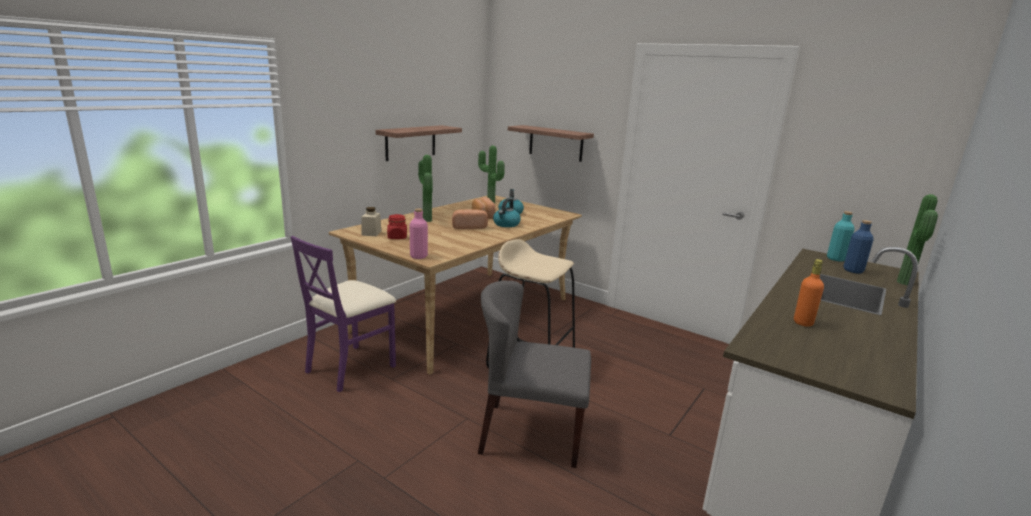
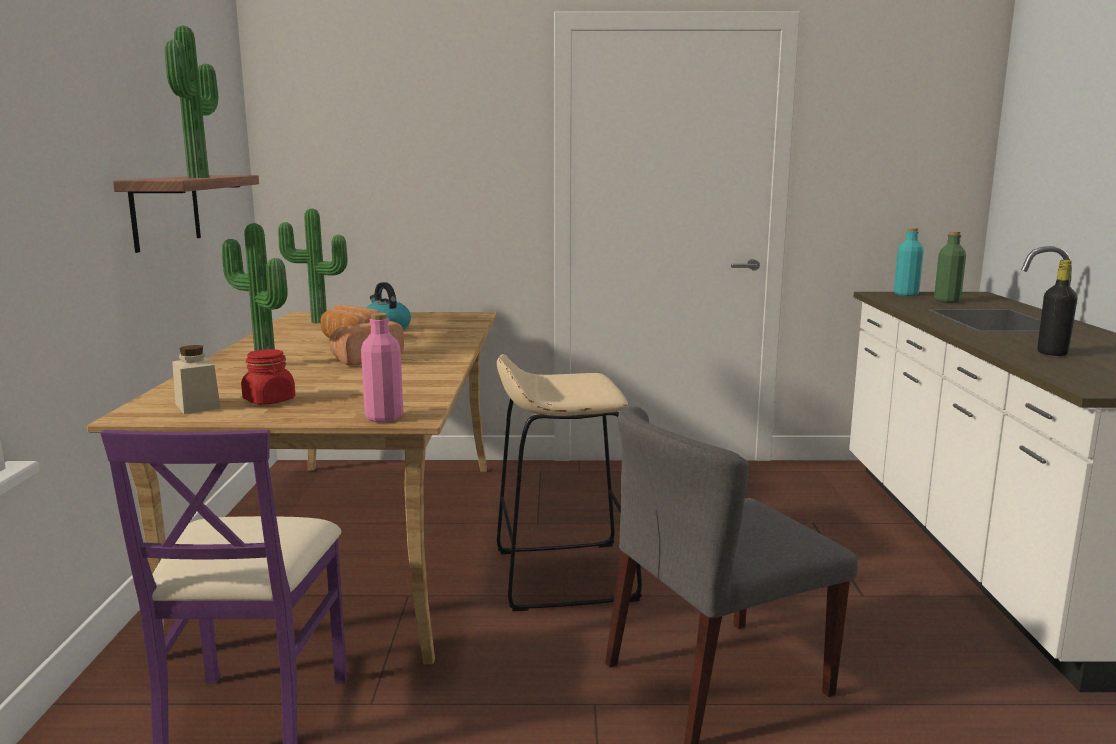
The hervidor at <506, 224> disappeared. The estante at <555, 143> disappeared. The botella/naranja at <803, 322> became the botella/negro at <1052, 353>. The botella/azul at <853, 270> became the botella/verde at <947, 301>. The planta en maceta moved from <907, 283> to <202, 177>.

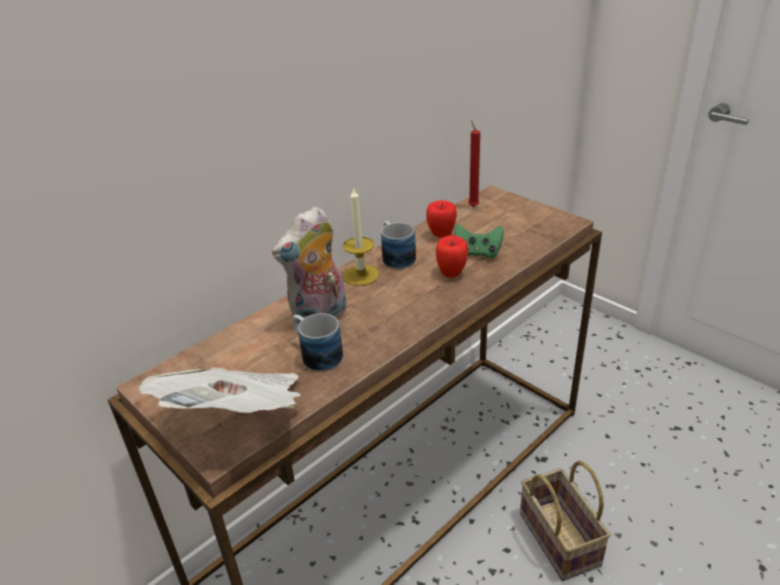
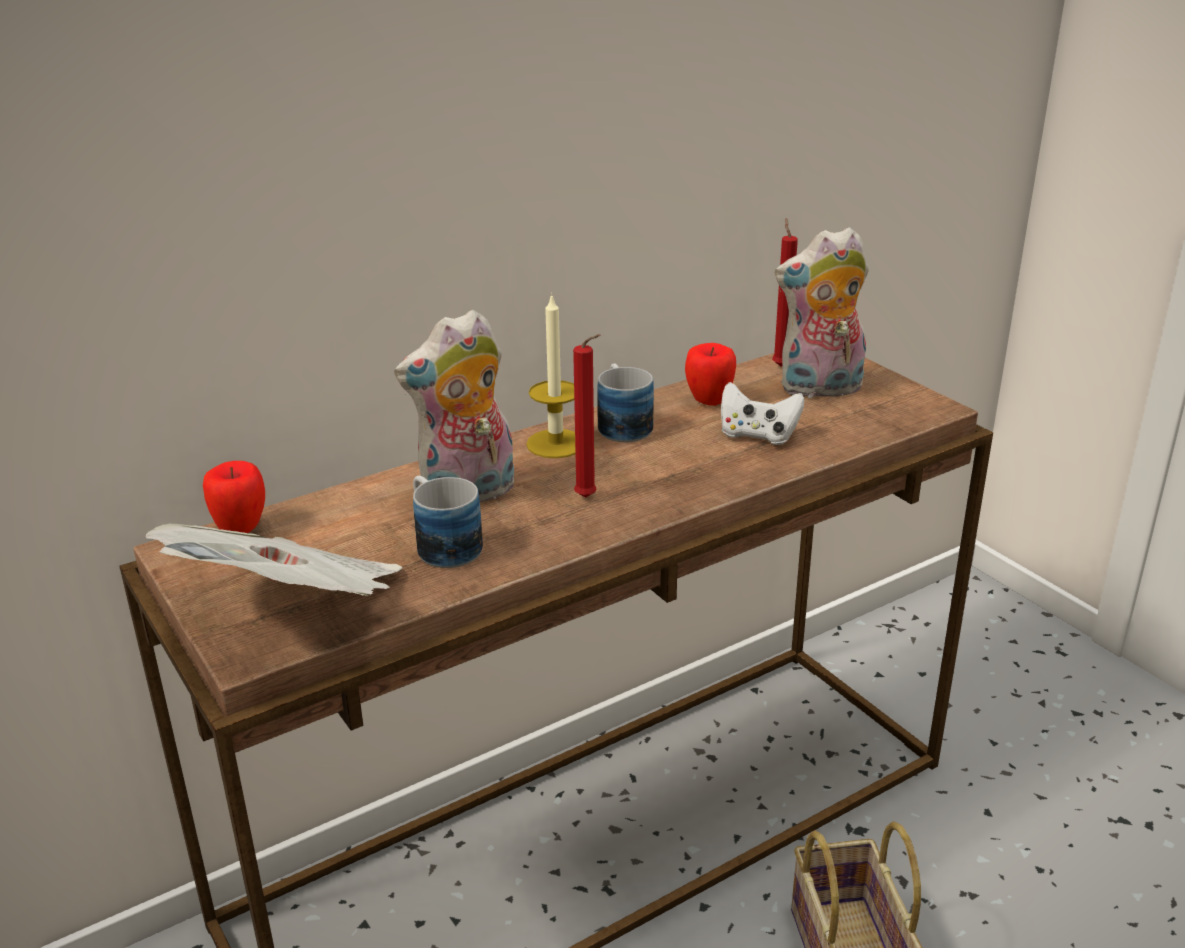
The manzana moved from <452, 273> to <241, 531>. The mando de consola/verde at <477, 253> became the mando de consola/blanco at <758, 435>. The vela/rojo at <588, 498> appeared. The peluche at <820, 389> appeared.

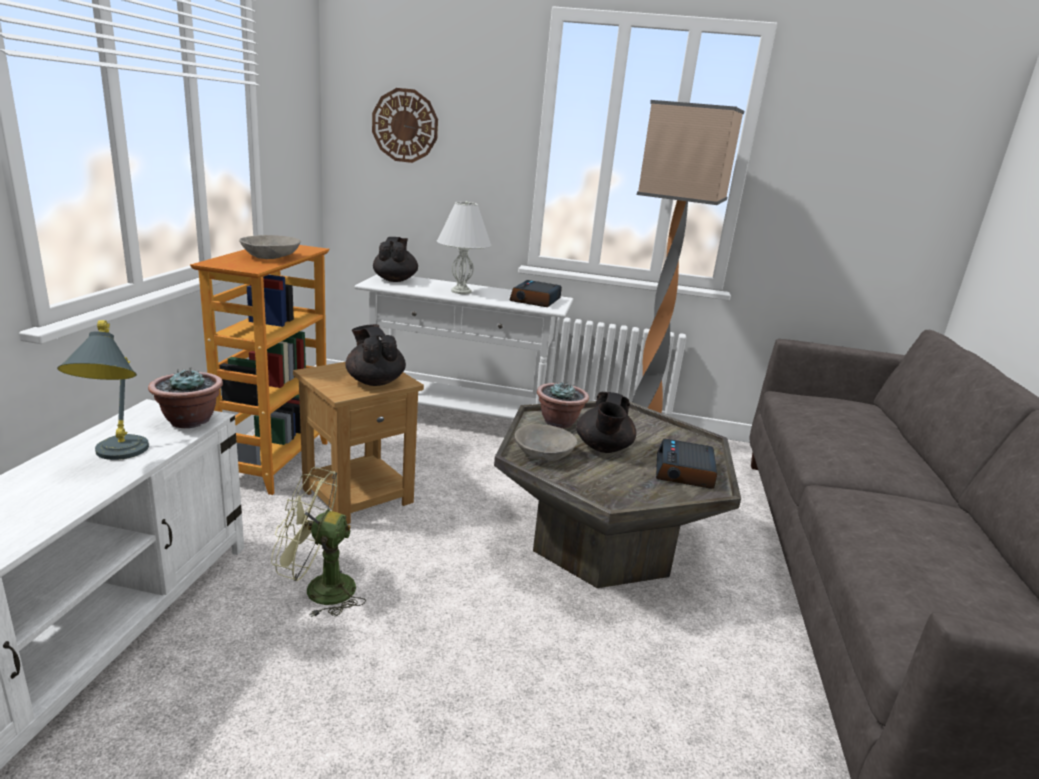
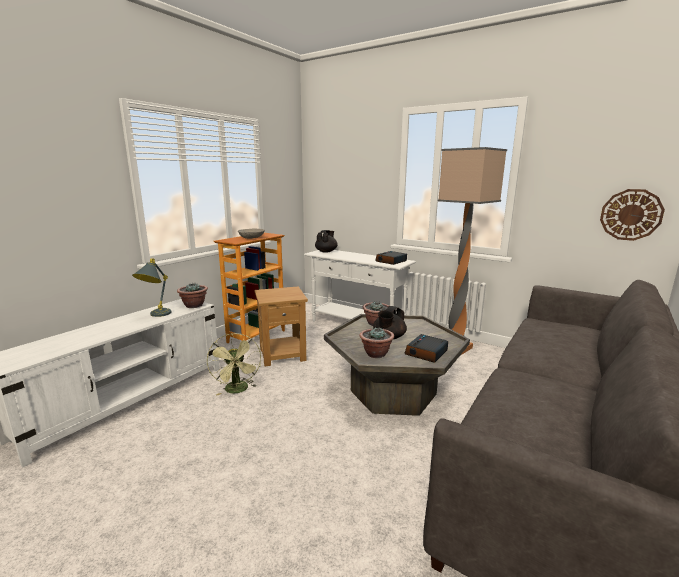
The ventilador/verde at <319, 590> turned 135 degrees counterclockwise. The tetera/negro at <375, 381> disappeared. The reloj de pared moved from <405, 125> to <631, 215>. The lámpara de mesa/blanco at <461, 291> disappeared. The cuenco/gris at <543, 454> disappeared. The planta en maceta at <376, 354> appeared.

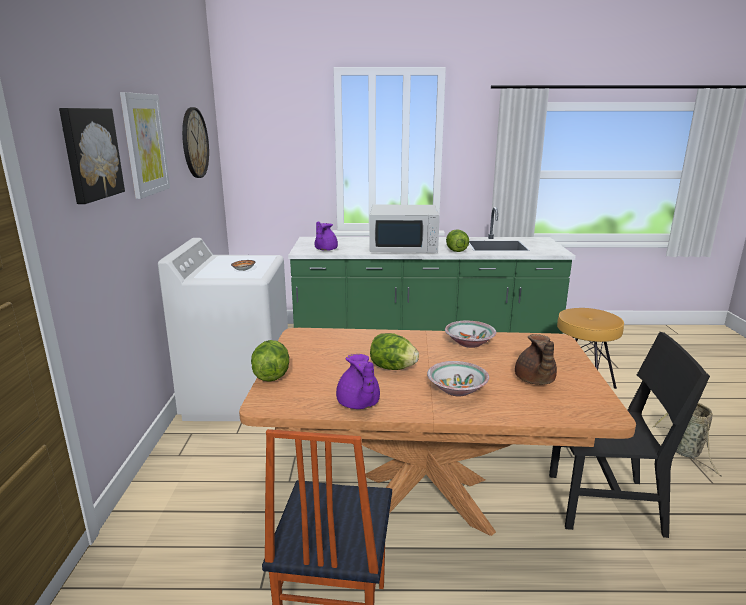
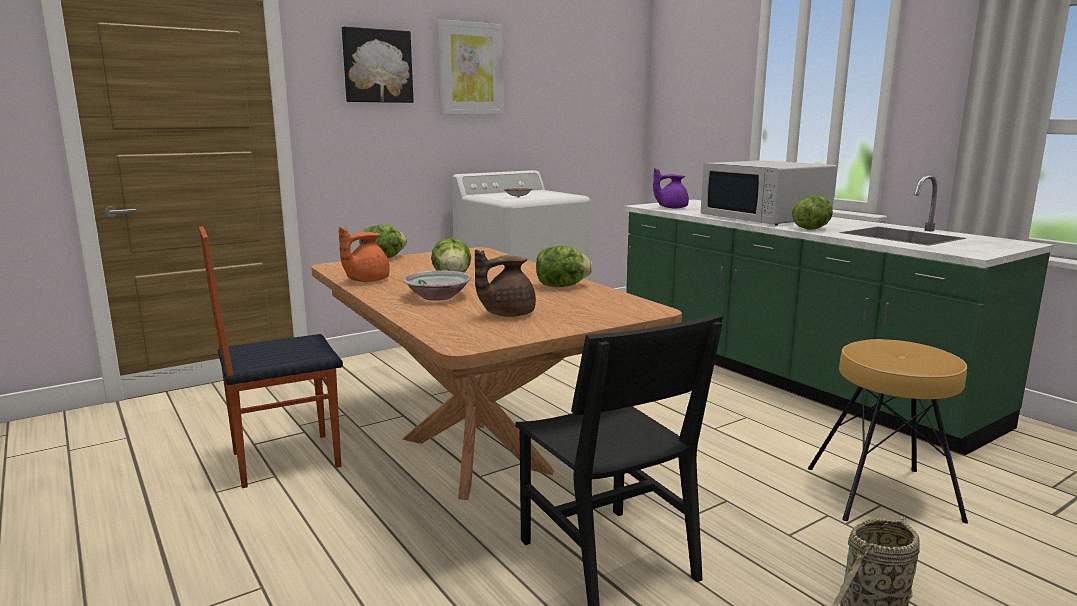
The reloj de pared at <194, 143> disappeared. The tetera/morado at <358, 404> became the tetera/naranja at <365, 280>. The cuenco at <469, 343> was replaced by the lechuga at <561, 286>.

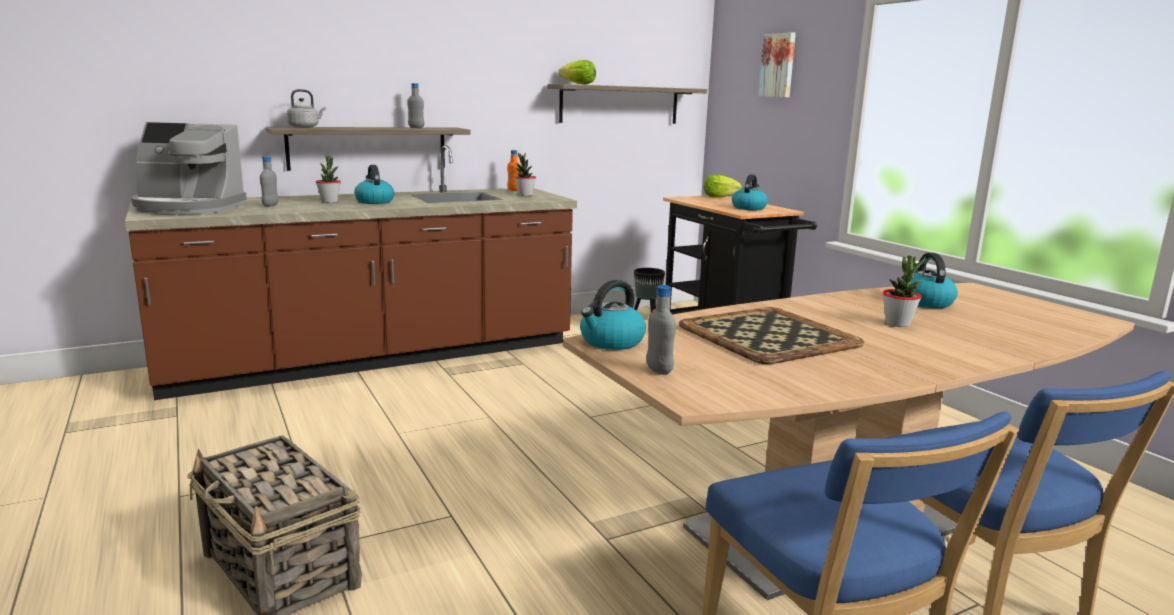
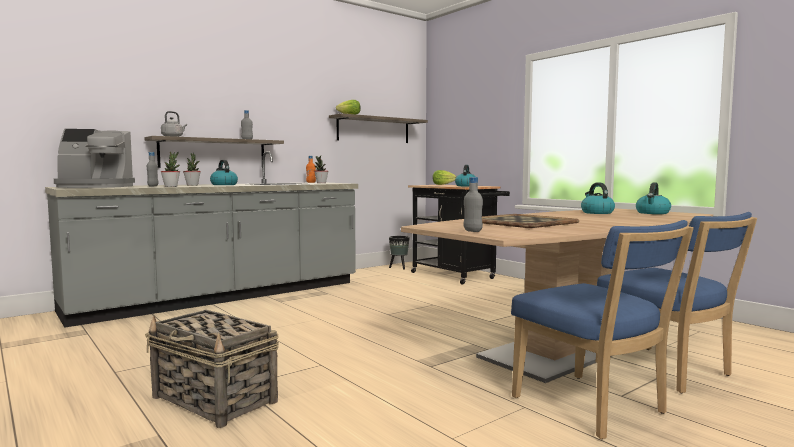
The mueble bajo de cocina/marrón at <375, 357> became the mueble bajo de cocina/gris at <221, 297>. The hervidor moved from <611, 342> to <653, 213>. The cuadro at <778, 65> disappeared. The planta en maceta moved from <897, 323> to <171, 186>.

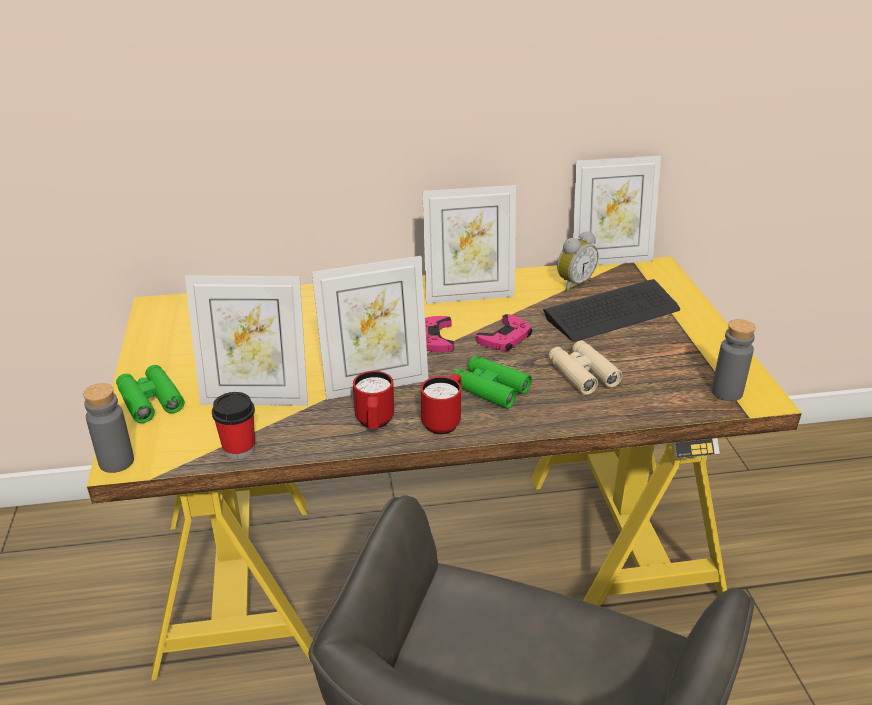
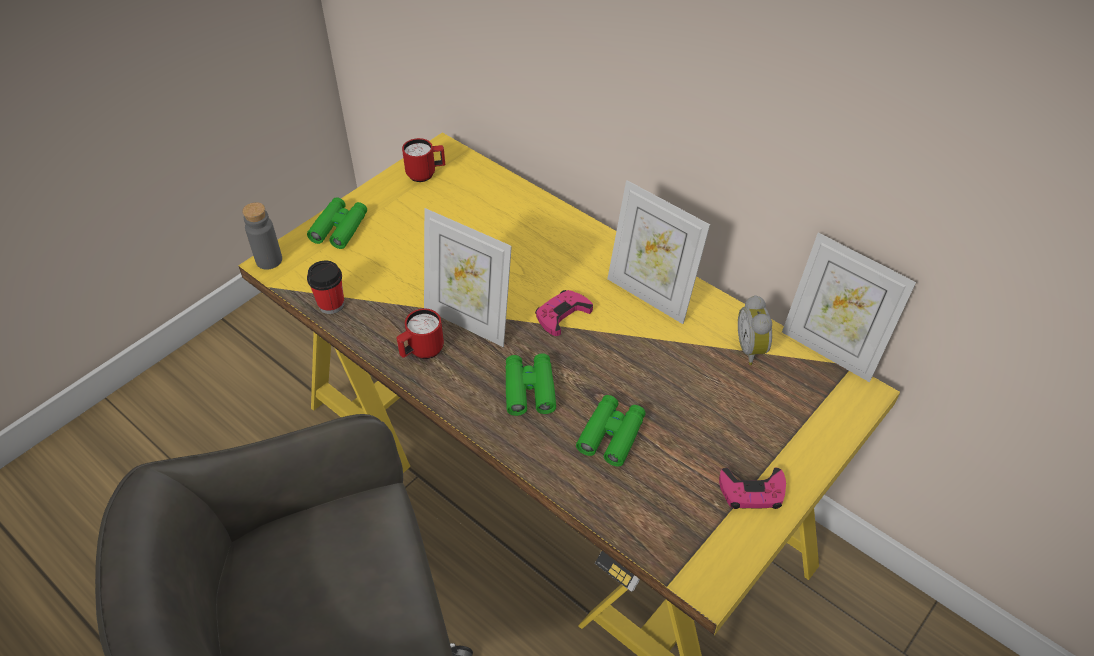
The portarretratos at <256, 398> disappeared. The taza grande/rojo moved from <444, 421> to <426, 174>. The mando de consola/rosa moved from <505, 338> to <752, 492>. The teclado at <612, 313> disappeared. The prismáticos/beis at <582, 374> became the prismáticos/verde at <611, 435>. The despertador at <573, 283> turned 75 degrees clockwise. The botella/gris at <727, 392> disappeared.

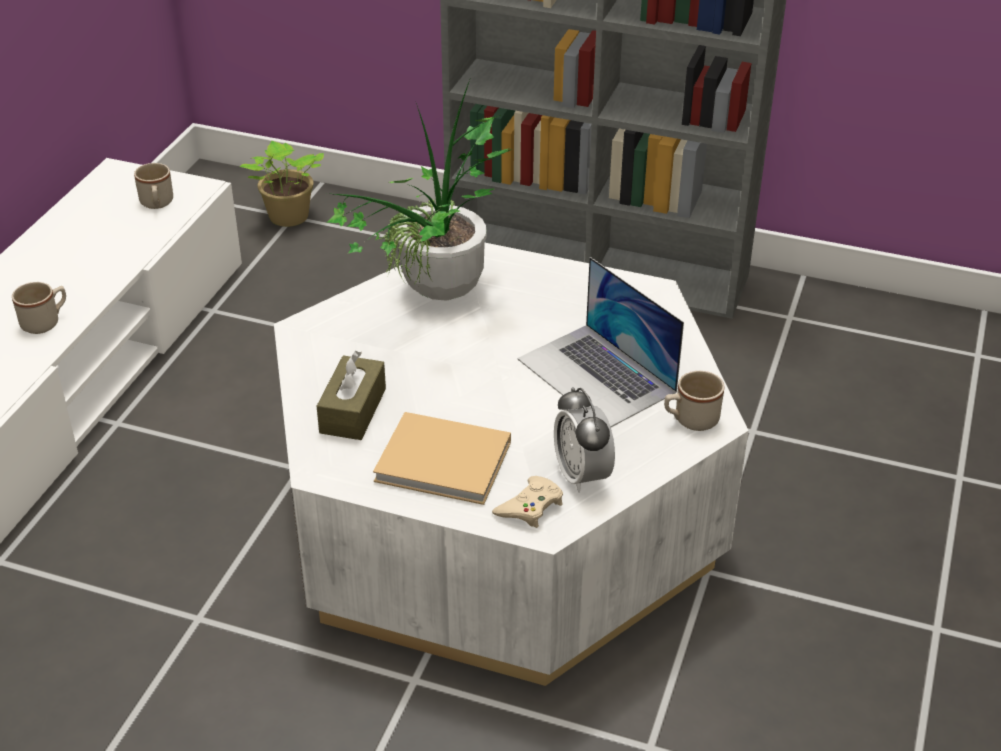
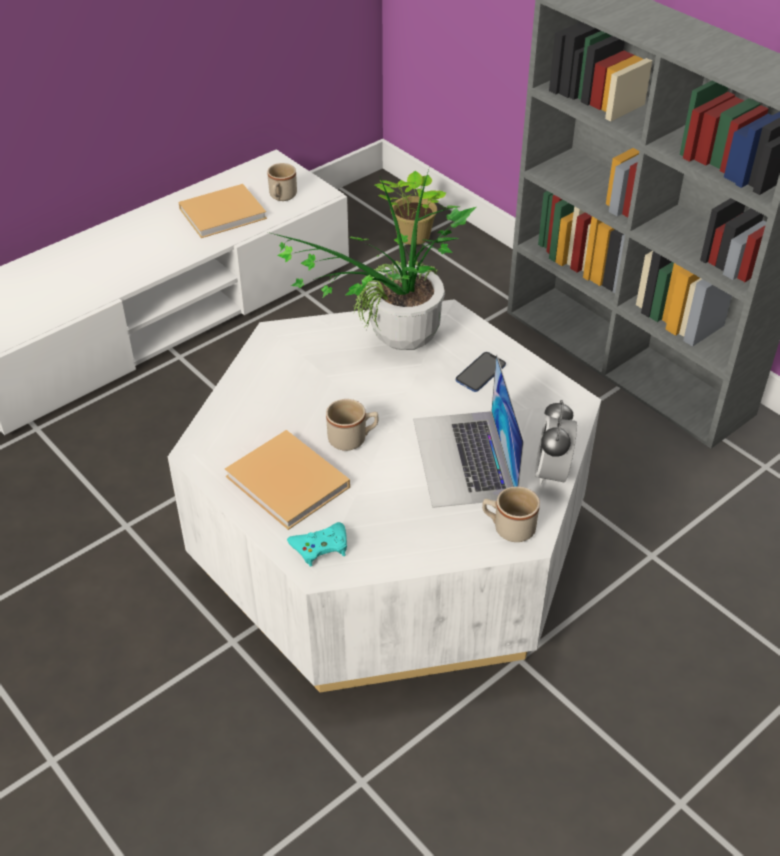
The taza grande/beis moved from <45, 322> to <353, 439>. The caja de pañuelos/marrón at <353, 411> disappeared. The mando de consola/beis at <530, 507> became the mando de consola/turquesa at <320, 547>. The despertador moved from <582, 475> to <552, 473>. The libro/beis at <225, 213> appeared. The móvil at <480, 373> appeared.

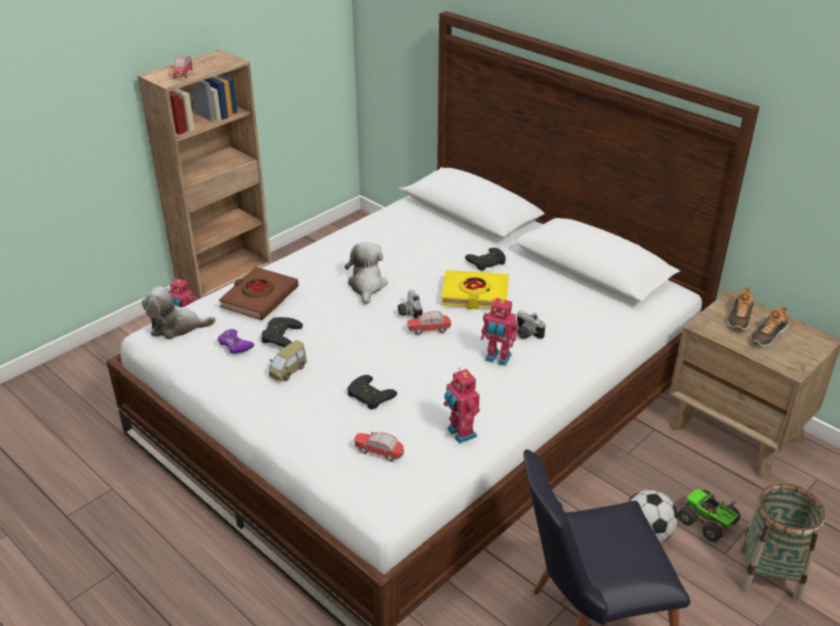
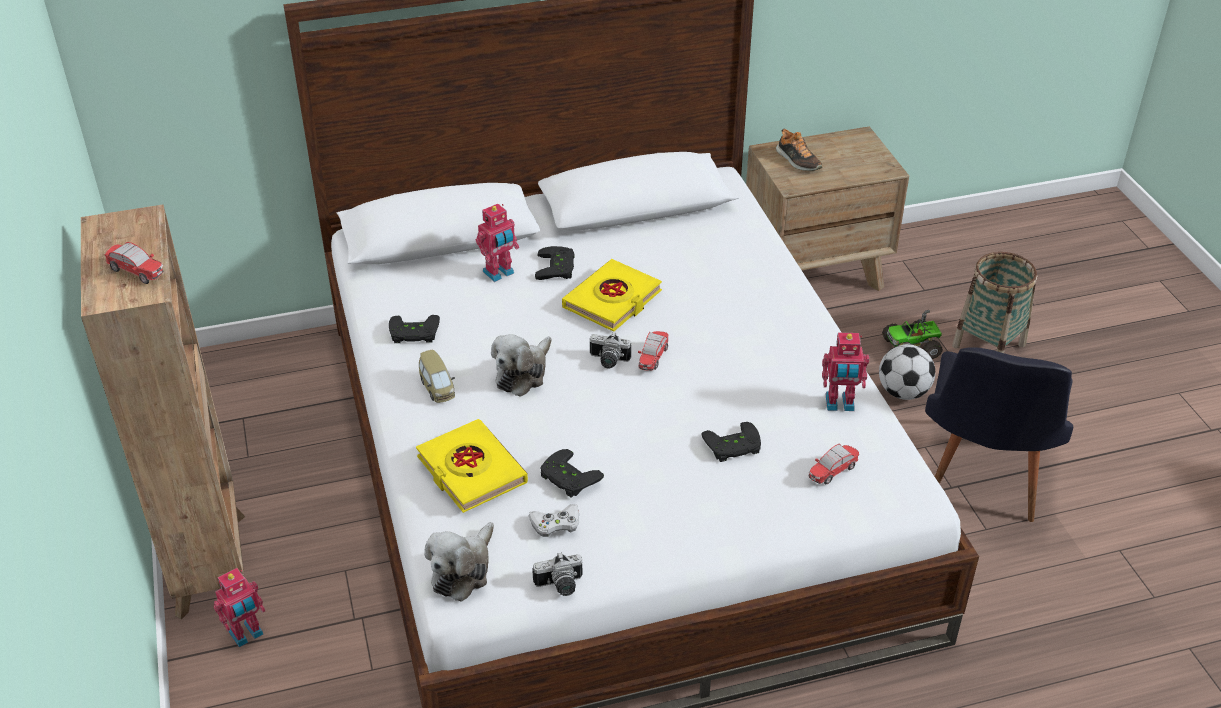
The mando de consola/morado at <235, 344> became the mando de consola/blanco at <556, 524>. The libro/marrón at <259, 298> became the libro/amarillo at <471, 471>. The coche de juguete moved from <288, 371> to <437, 388>. The peluche at <367, 286> turned 90 degrees counterclockwise. The robot de juguete moved from <497, 359> to <499, 273>. The cámara moved from <525, 334> to <560, 586>. The zapato at <767, 336> disappeared. The mando de consola/negro at <413, 334> appeared.

